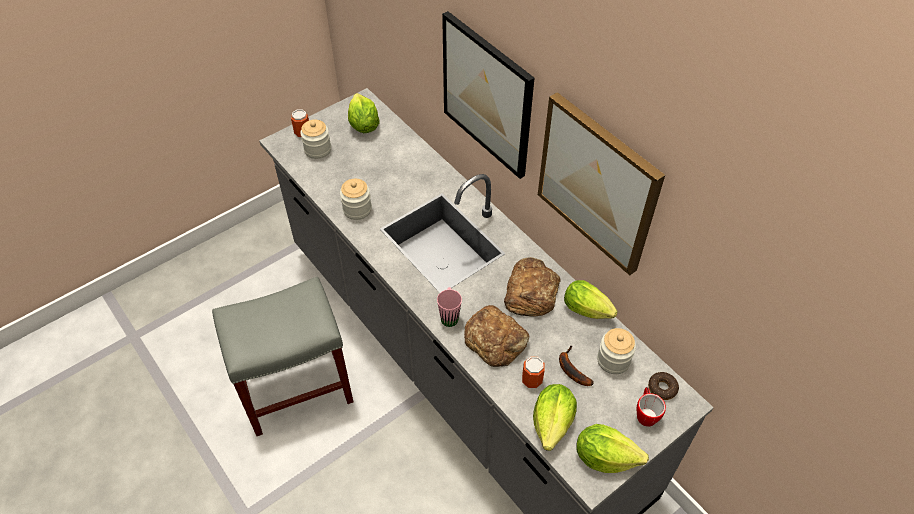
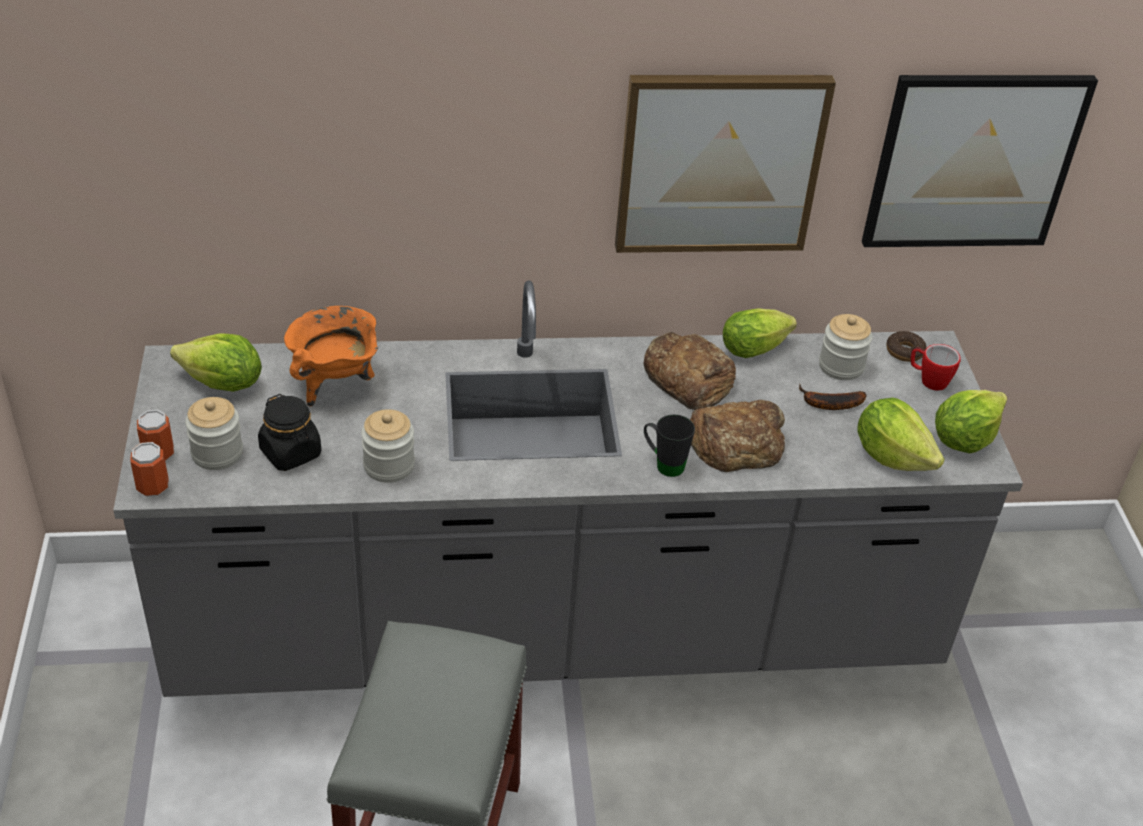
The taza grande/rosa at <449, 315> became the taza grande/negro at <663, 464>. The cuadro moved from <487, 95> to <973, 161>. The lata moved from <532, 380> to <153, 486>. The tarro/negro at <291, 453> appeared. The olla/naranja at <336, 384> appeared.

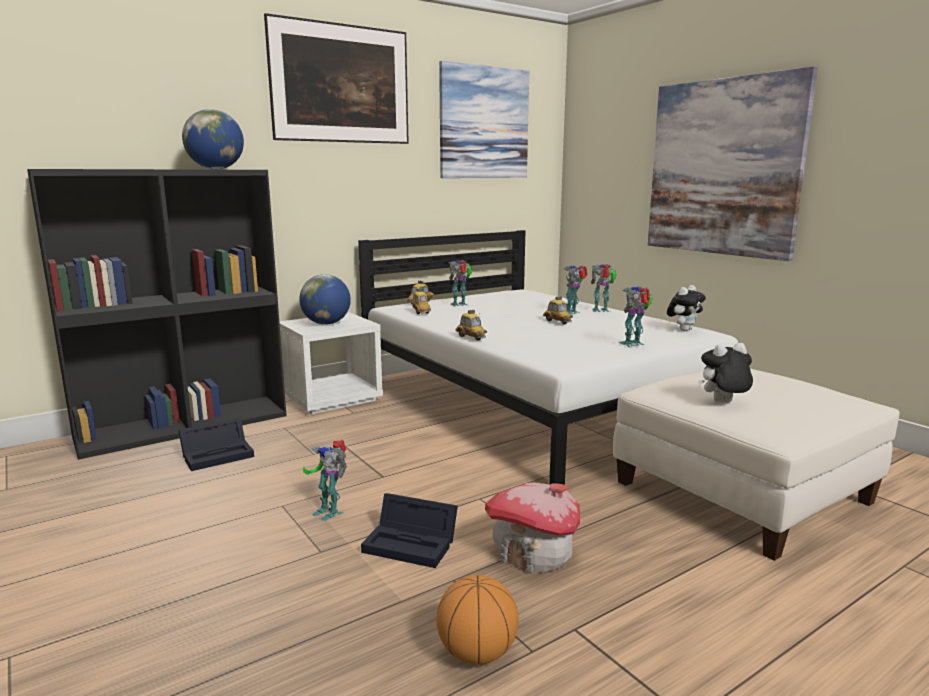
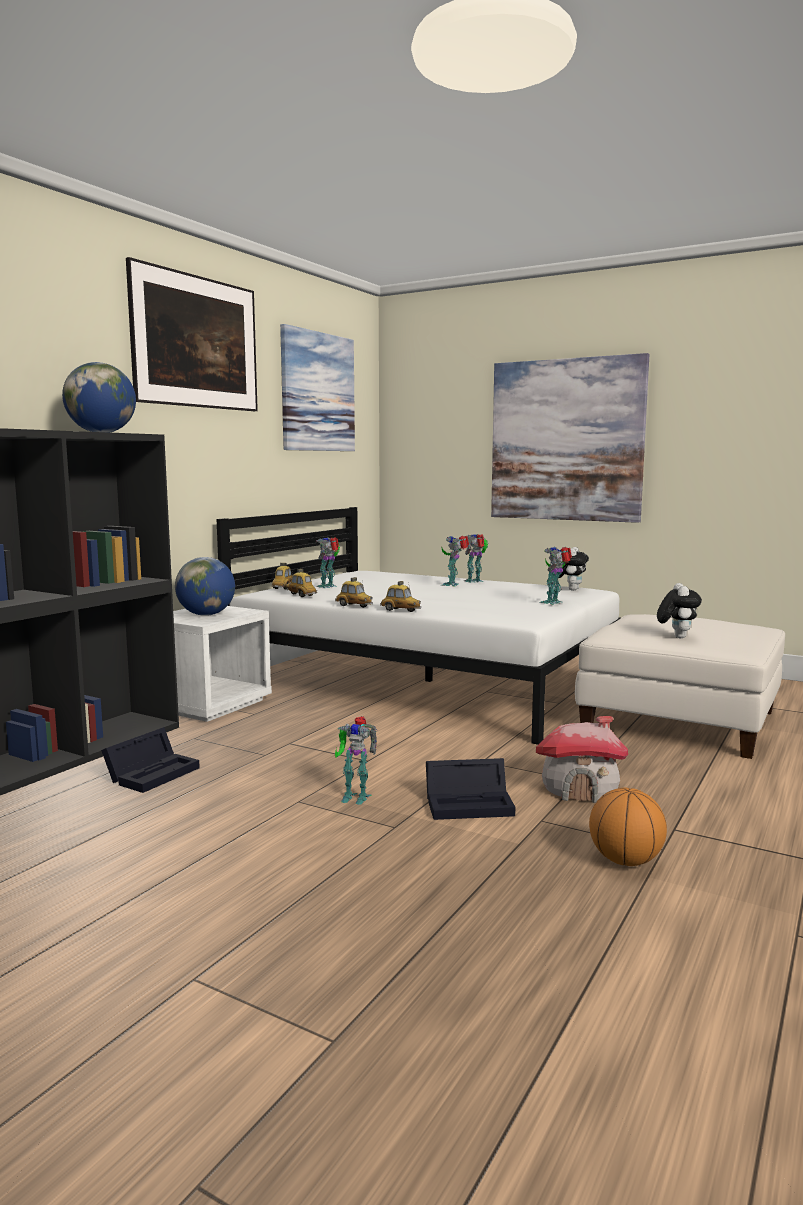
The coche de juguete moved from <557, 322> to <354, 606>. The peluche at <723, 403> turned 135 degrees clockwise.

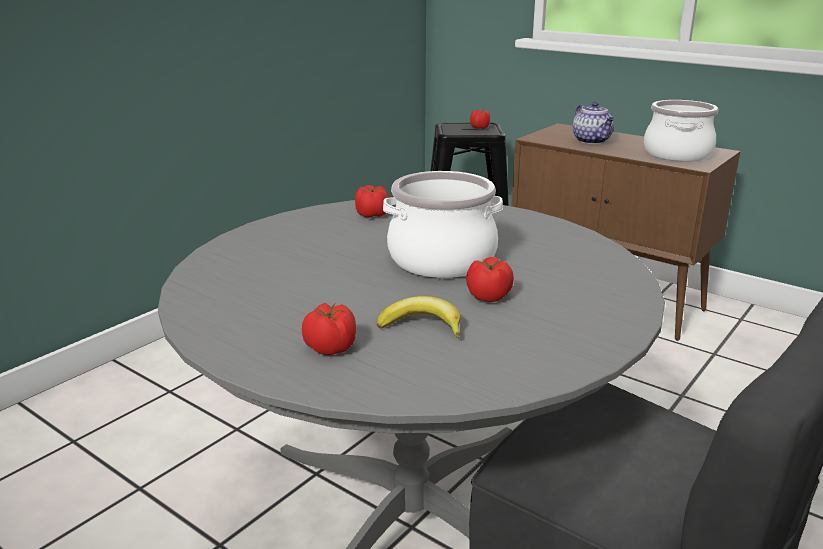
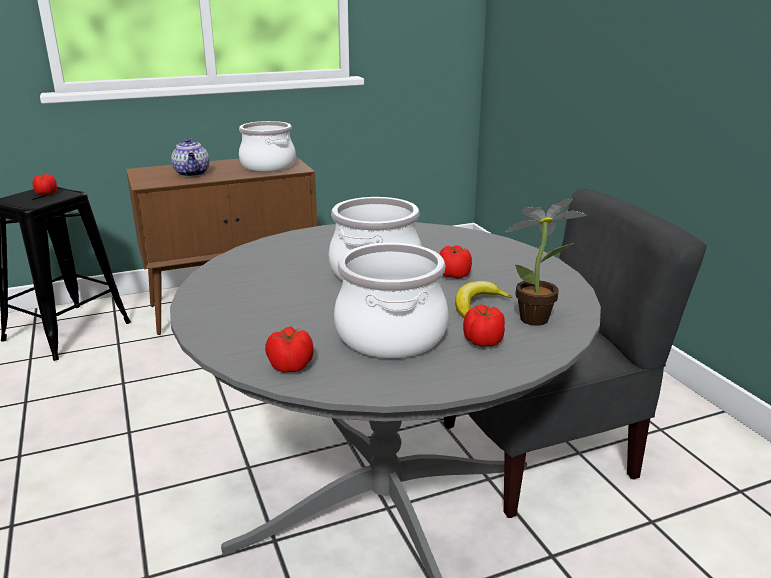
The tomate moved from <372, 215> to <289, 366>. The tetera at <592, 141> turned 60 degrees clockwise. The olla at <392, 335> appeared. The planta en maceta at <539, 319> appeared.

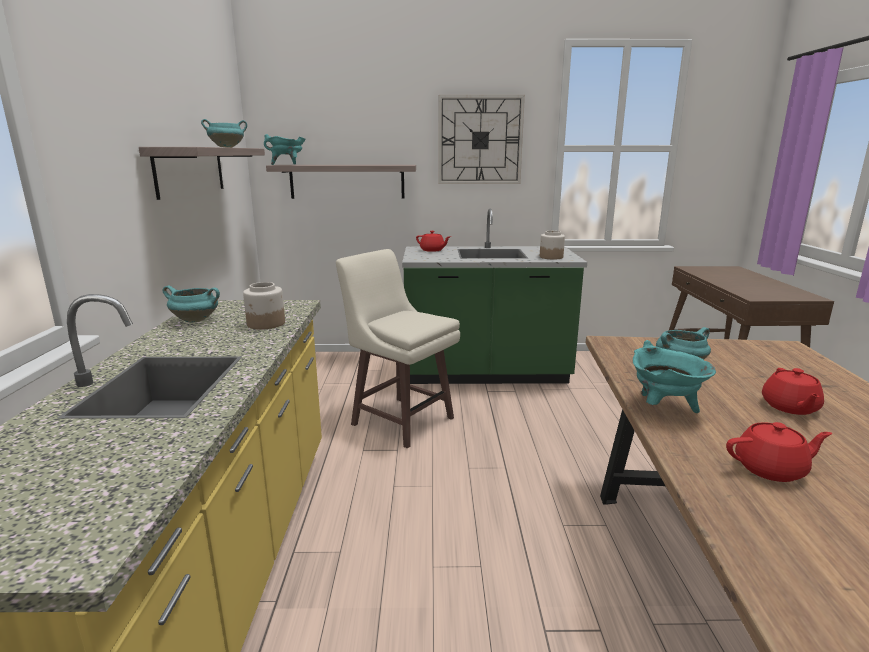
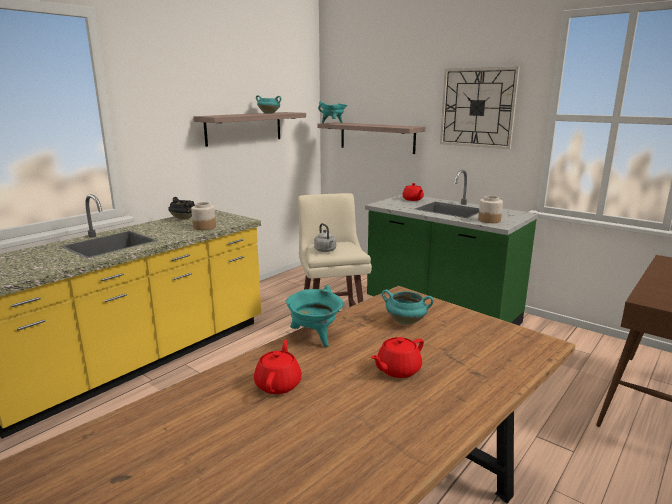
The olla/turquesa at <196, 320> became the olla/negro at <184, 219>. The tetera/rojo at <771, 469> turned 120 degrees counterclockwise. The hervidor/gris at <325, 250> appeared.

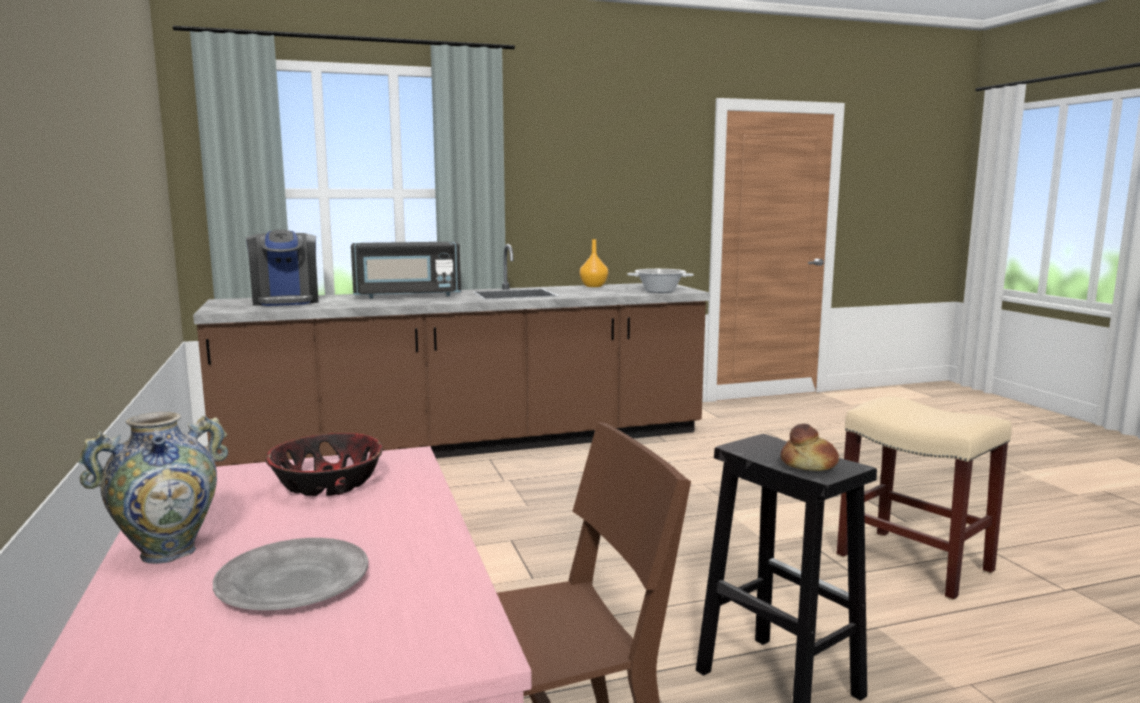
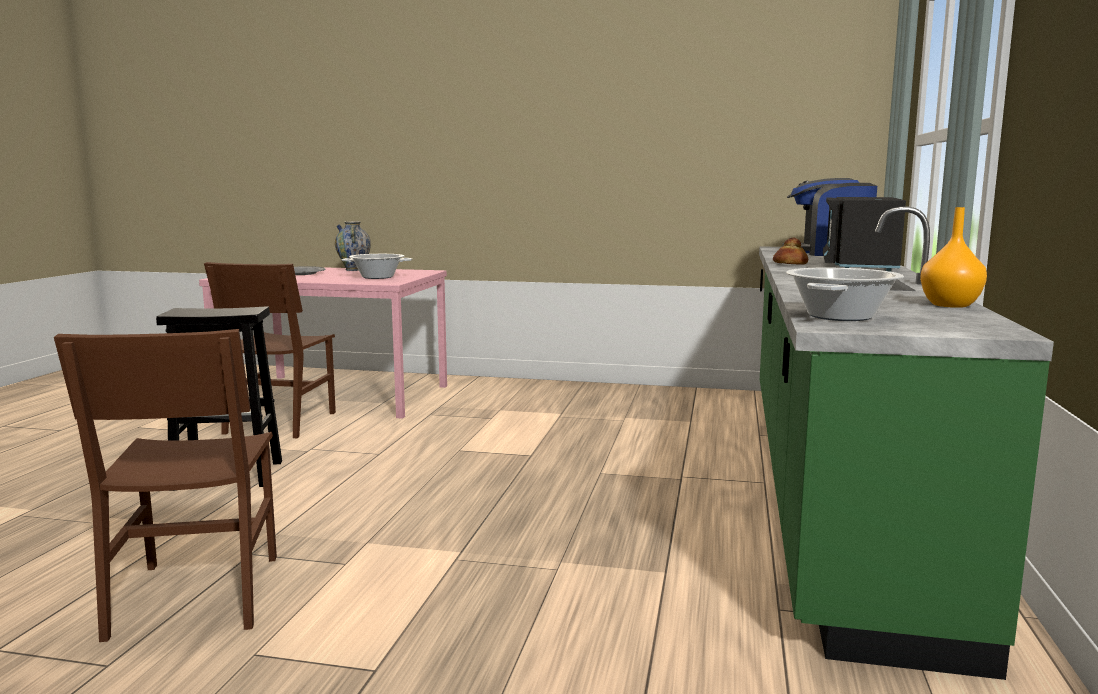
The mueble bajo de cocina/marrón at <471, 445> became the mueble bajo de cocina/verde at <829, 483>. The cuenco at <328, 485> was replaced by the olla at <377, 277>. The pan moved from <809, 465> to <790, 264>. The taburete/beis at <915, 563> was replaced by the silla/marrón at <196, 595>.

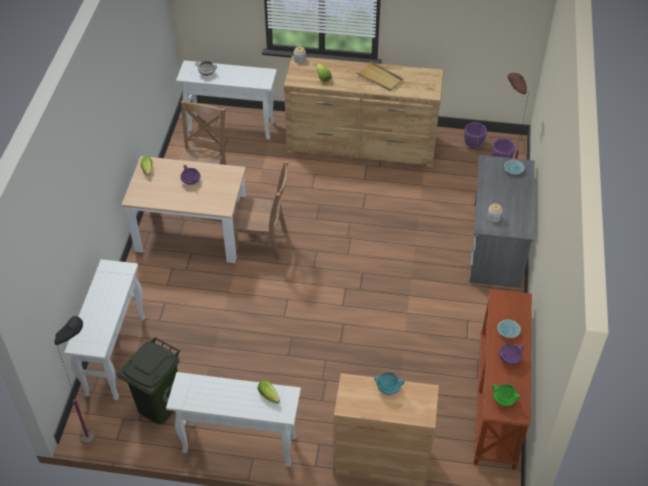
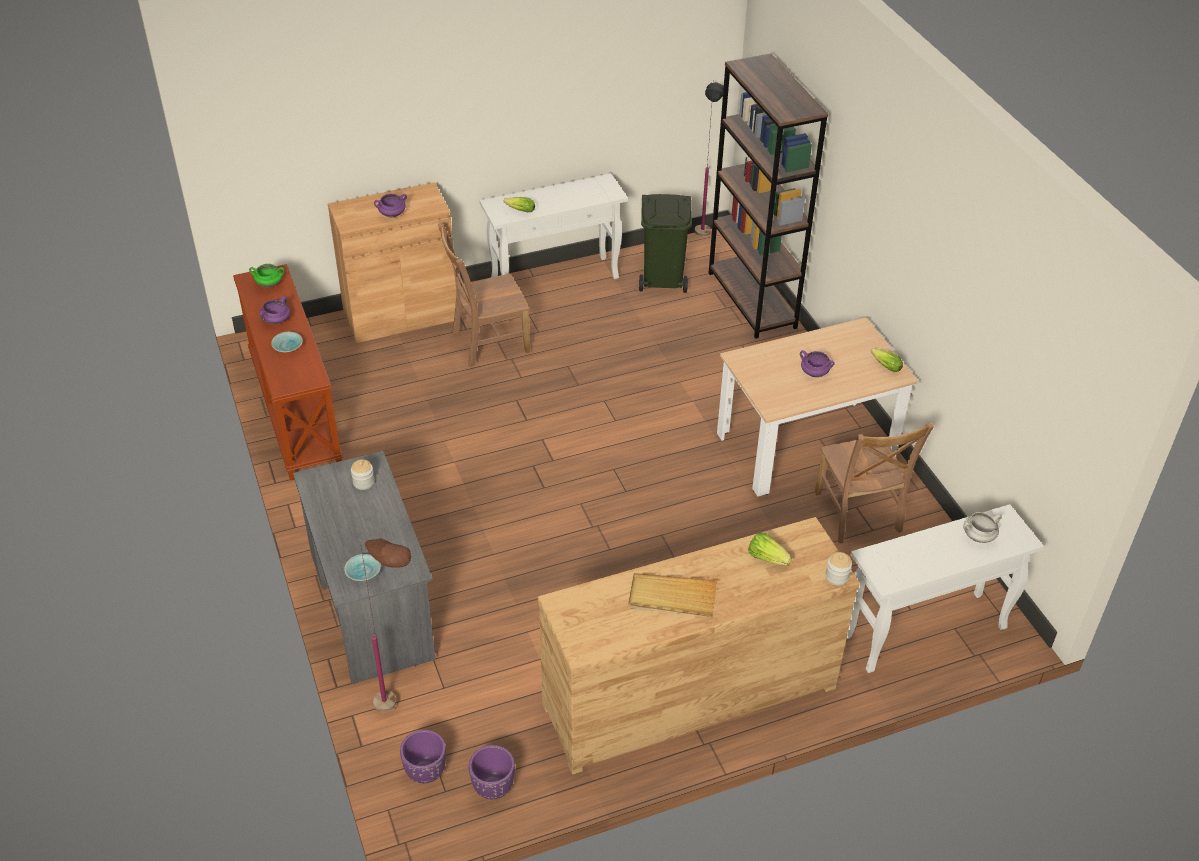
The mesa consola/blanco at <116, 355> was replaced by the estantería/marrón at <752, 300>. The silla/marrón moved from <263, 242> to <487, 342>. The olla/turquesa at <388, 388> became the olla/morado at <392, 215>.

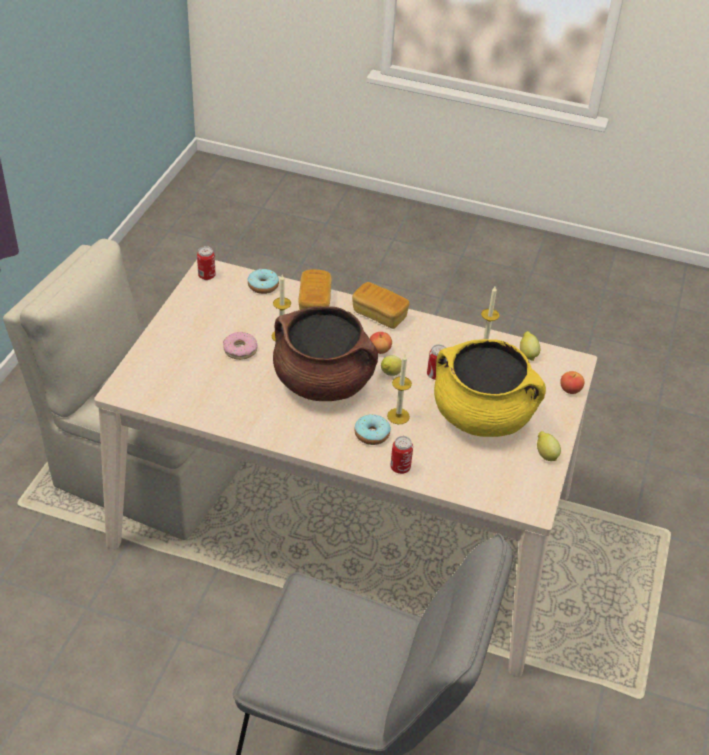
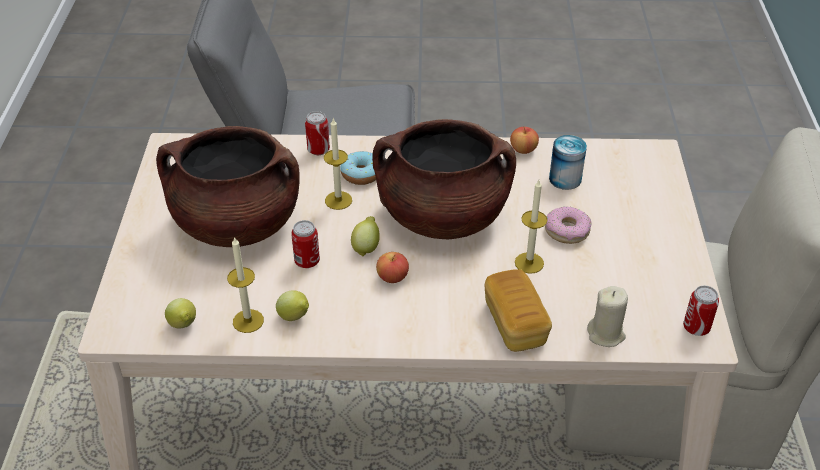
The rosquilla at <263, 286> was replaced by the vela/beis at <606, 334>. The pan at <379, 315> disappeared. The olla/amarillo at <482, 416> became the olla/marrón at <236, 224>. The limón moved from <545, 455> to <295, 317>. The manzana moved from <570, 390> to <523, 149>. The lata at <565, 179> appeared.

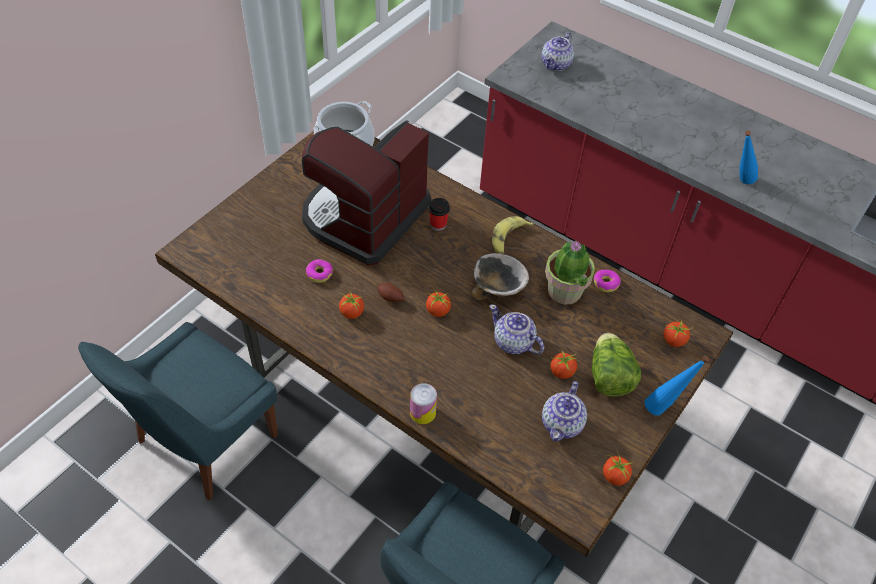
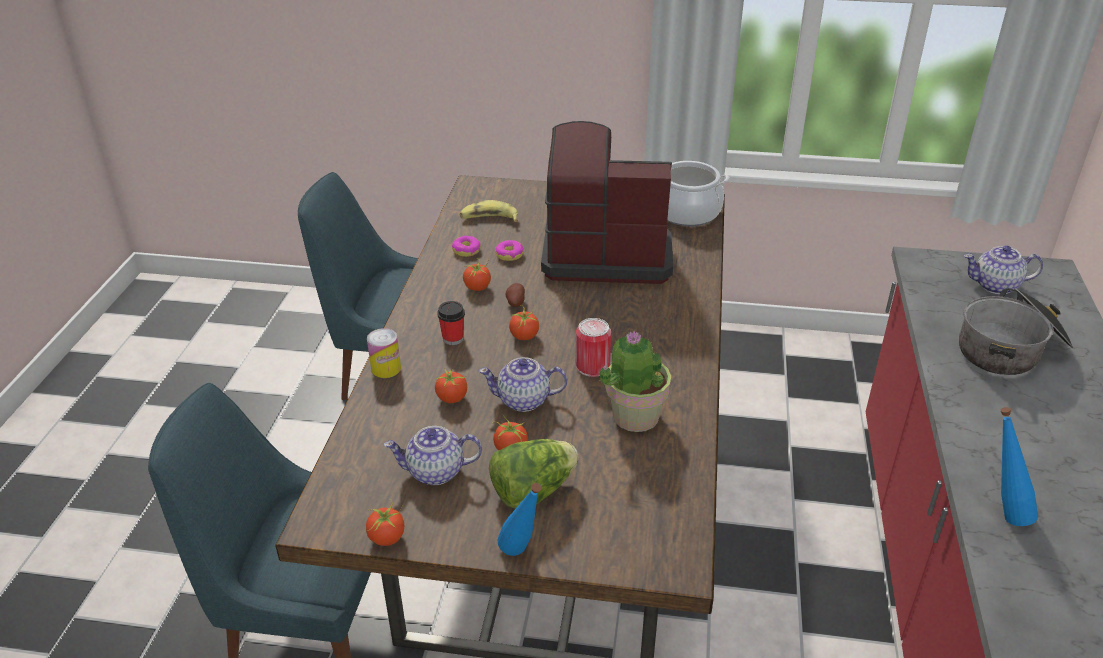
The taza moved from <438, 224> to <453, 338>. The cuenco at <498, 288> was replaced by the lata at <592, 366>. The tetera at <513, 342> turned 105 degrees counterclockwise. The plátano moved from <508, 239> to <489, 219>. The rosquilla moved from <606, 283> to <466, 250>. The tomate moved from <674, 340> to <452, 398>. The olla at <1010, 350> appeared.

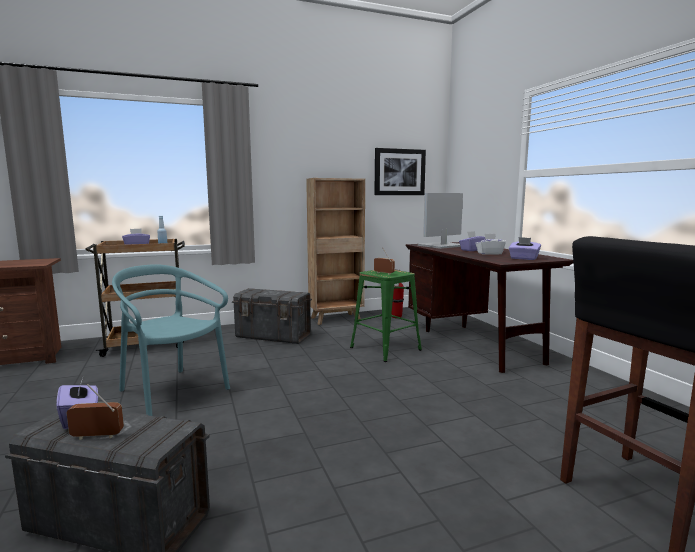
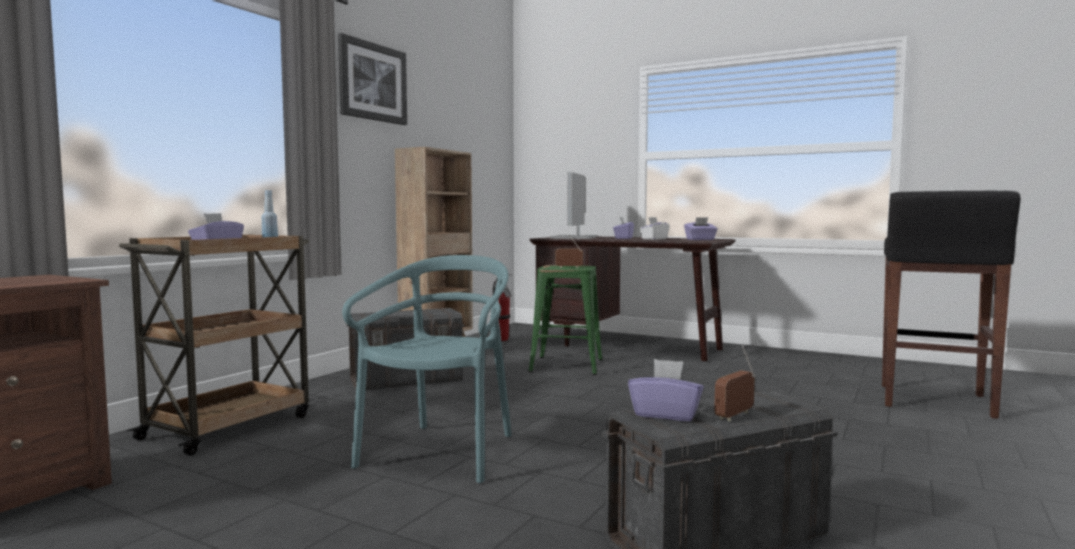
The silla/turquesa at <172, 392> turned 105 degrees clockwise. The cuadro moved from <399, 172> to <372, 82>.

